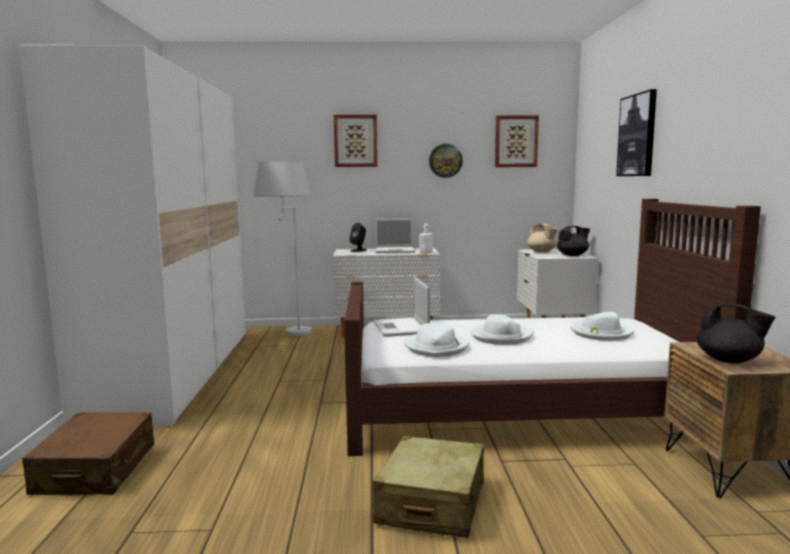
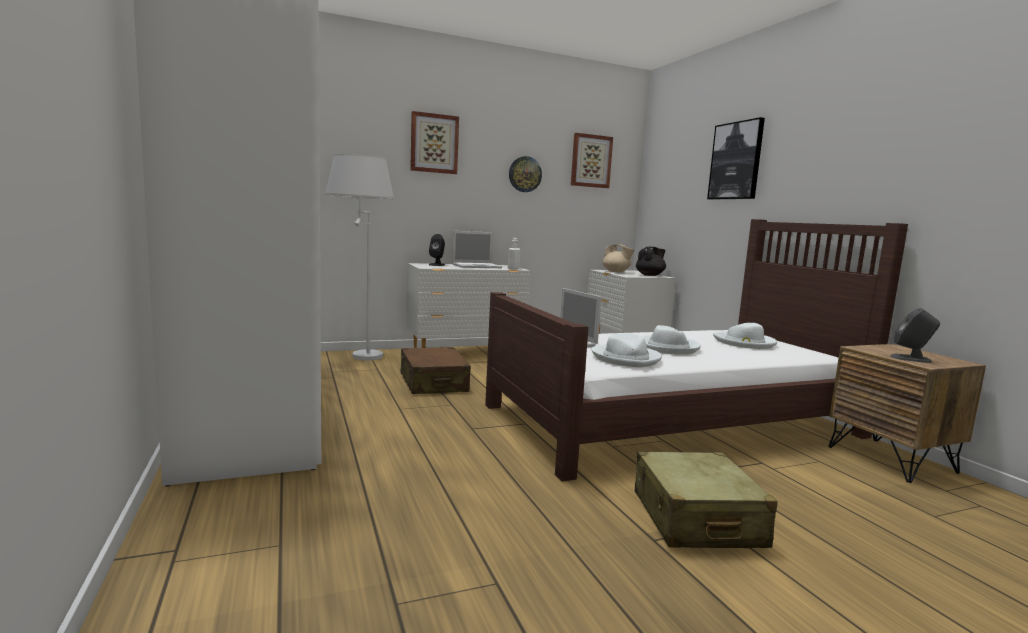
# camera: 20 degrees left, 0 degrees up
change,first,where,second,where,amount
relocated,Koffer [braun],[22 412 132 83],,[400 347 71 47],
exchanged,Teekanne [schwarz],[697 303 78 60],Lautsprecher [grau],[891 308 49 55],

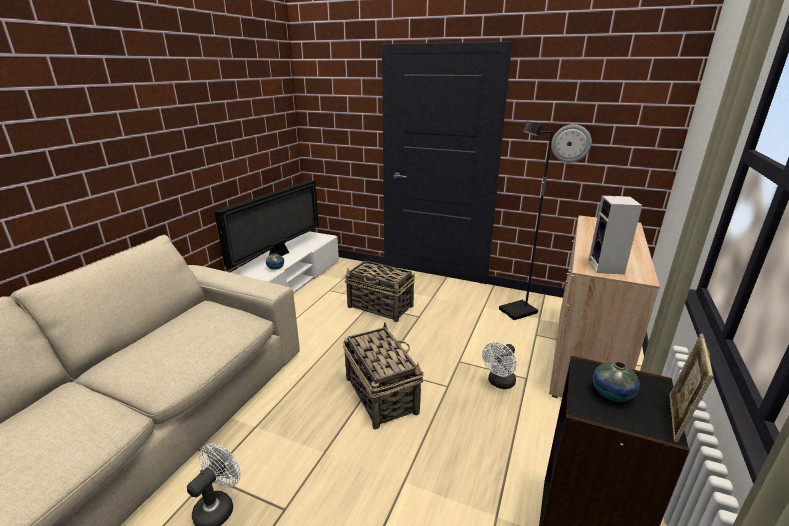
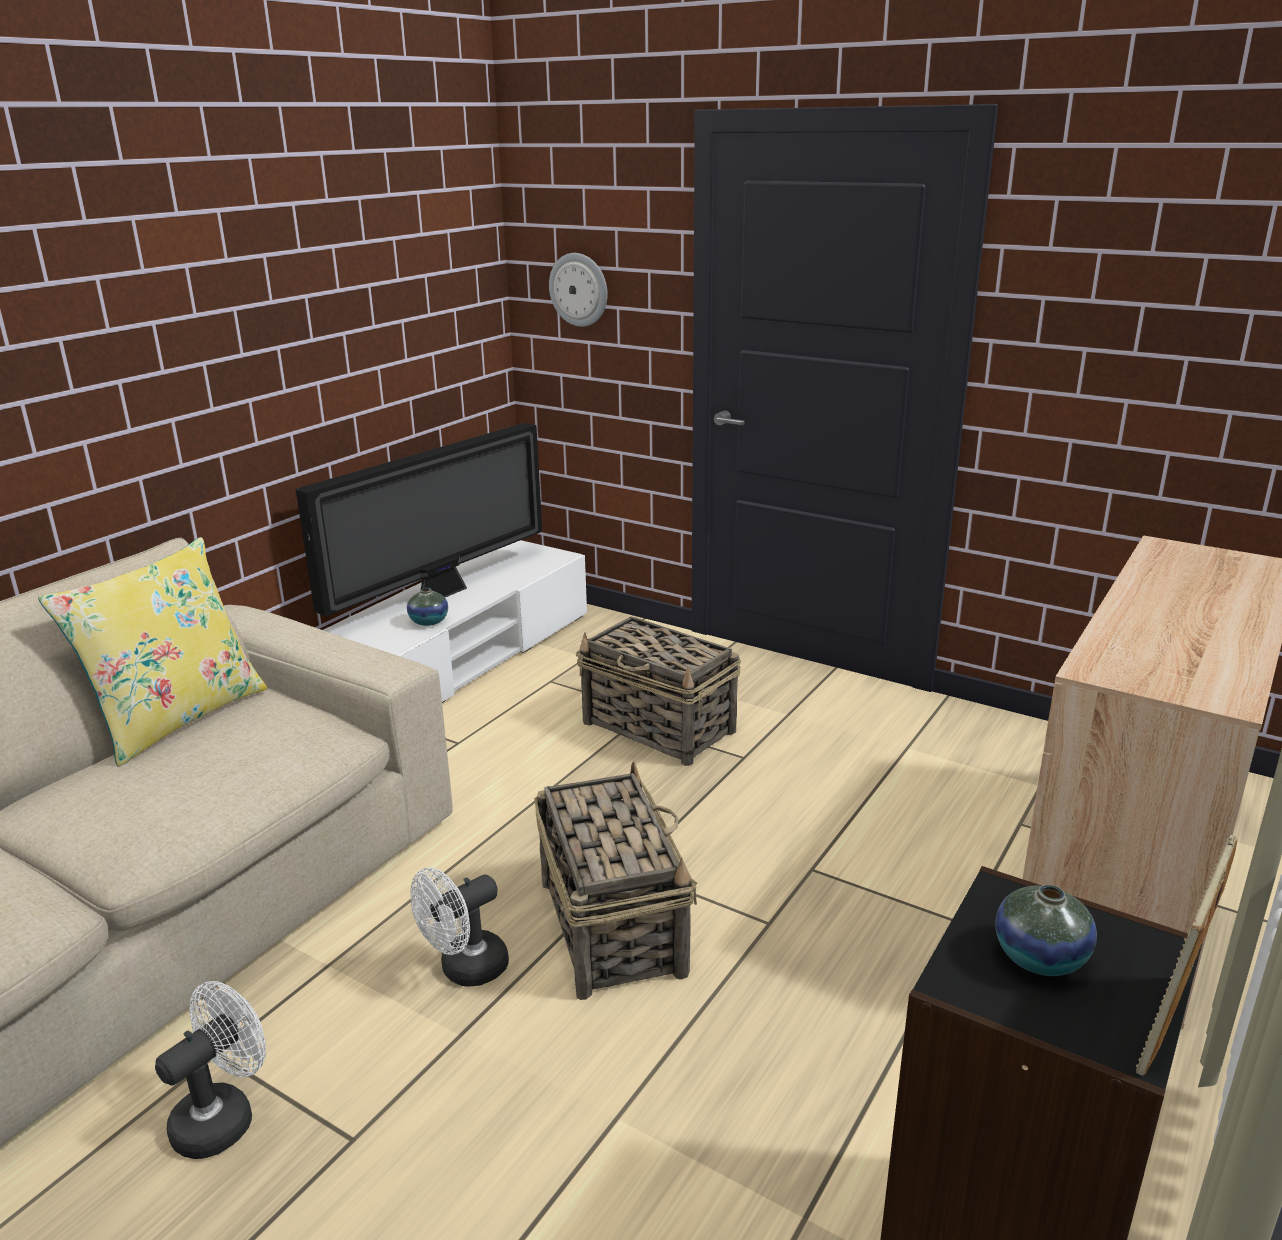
# camera: 10 degrees right, 0 degrees up
change,first,where,second,where,amount
relocated,Ventilator [weiß],[482 342 35 47],,[410 867 99 120],
missing,Stehlampe [schwarz],[499 121 54 199],,,
relocated,Wanduhr,[551 124 41 39],,[549 253 59 74],
missing,Lautsprecher,[588 196 54 78],,,
appeared,,,Kissen [gelb],[38 537 229 230],

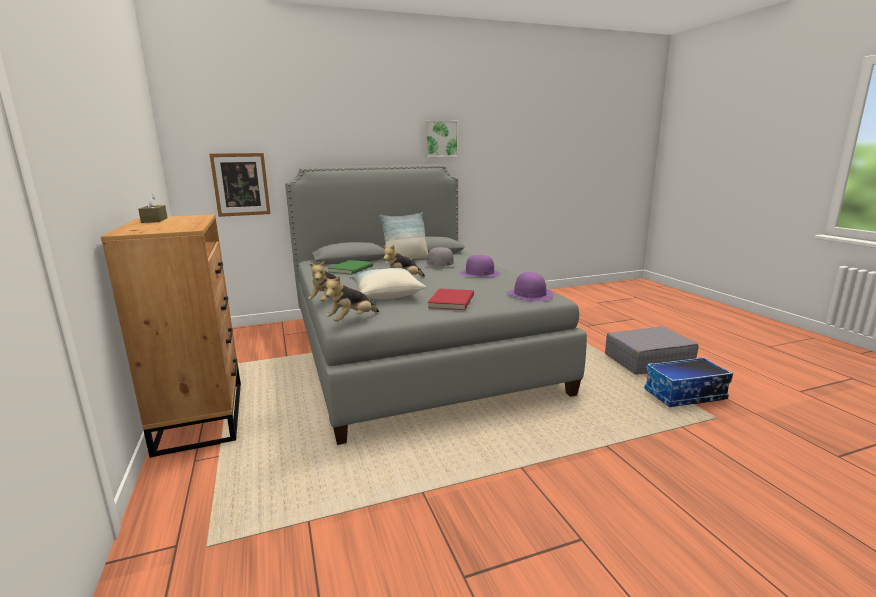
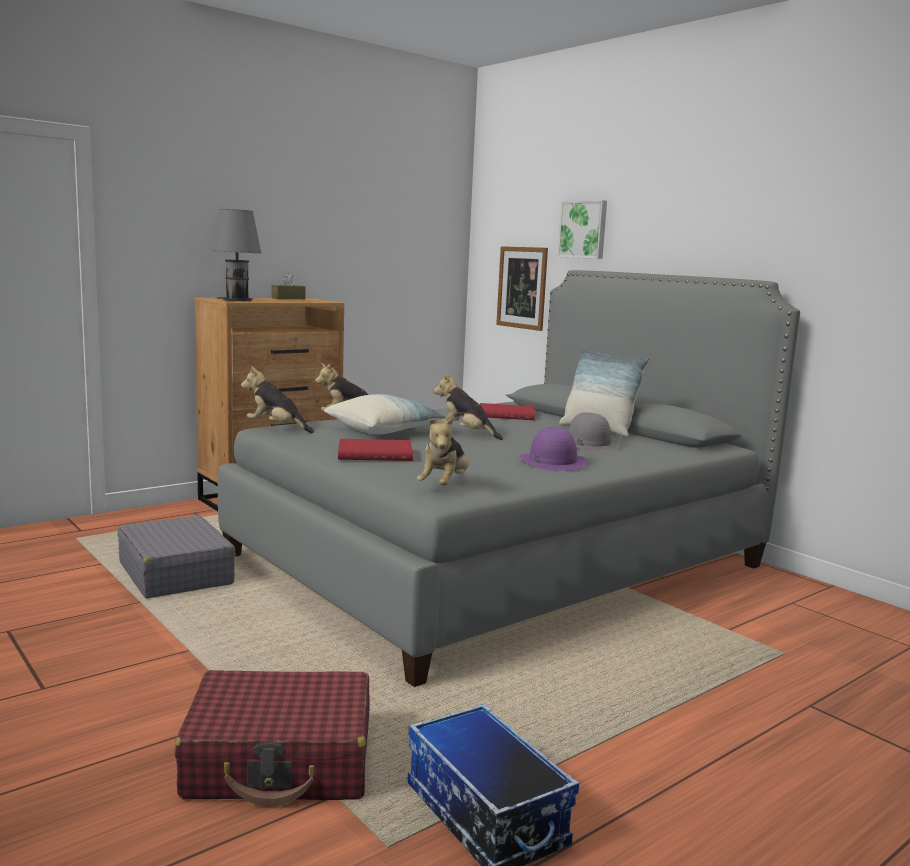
# camera: 70 degrees right, 5 degrees down
change,first,where,second,where,amount
colour,Buch [grün],[328 260 45 15],Buch [rot],[480 403 55 17],
relocated,Bild,[424 120 35 37],,[557 200 50 59],
exchanged,Hut [lila],[507 272 47 30],Plüschtier,[417 416 52 69],
relocated,Koffer [grau],[605 326 94 49],,[118 515 118 83],
appeared,,,Koffer [rot],[174 670 195 137],
appeared,,,Tischlampe [grau],[213 209 48 92],

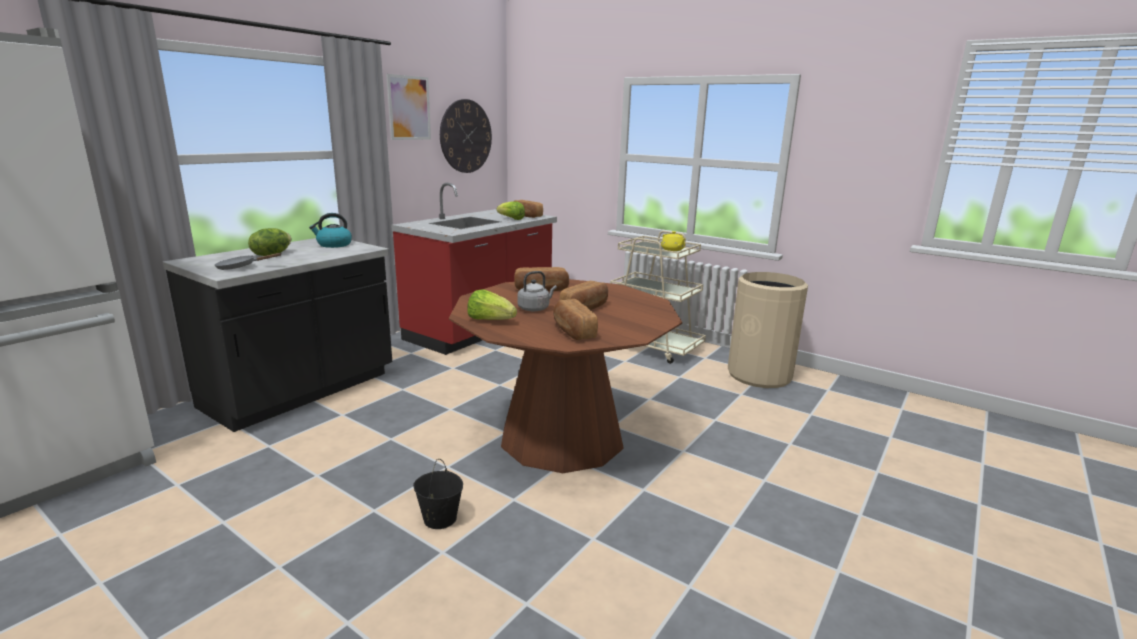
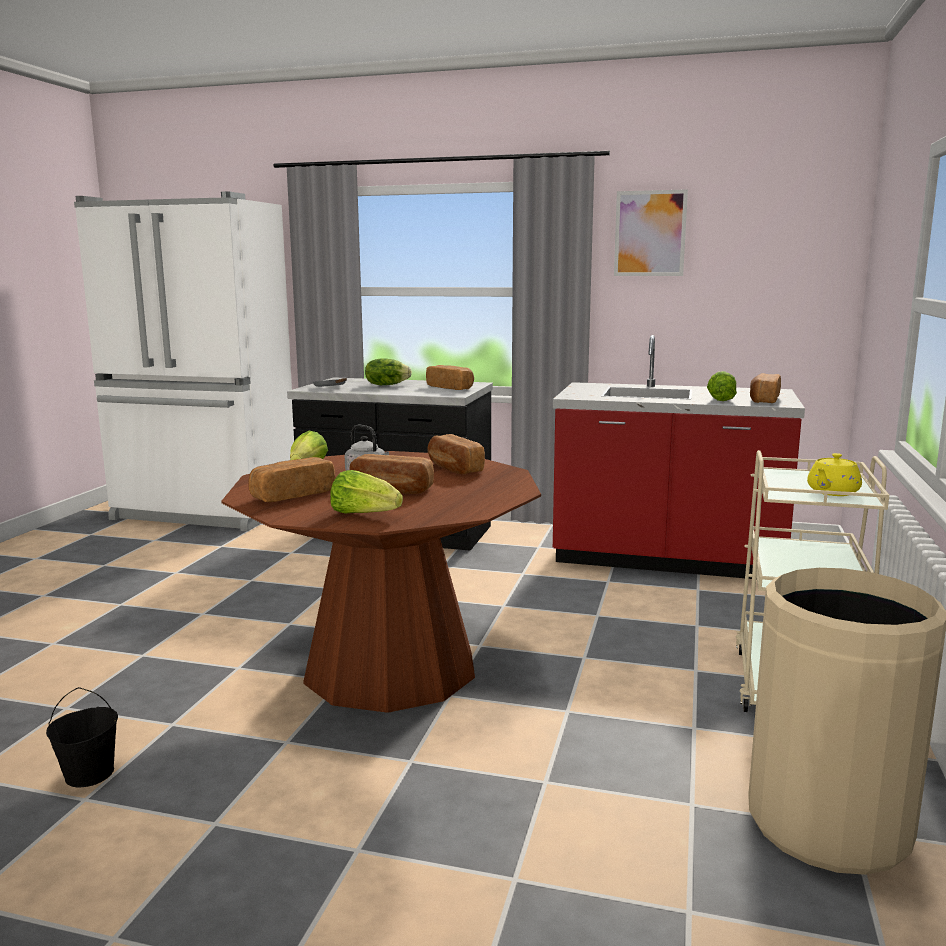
# camera: 70 degrees right, 5 degrees down
change,first,where,second,where,amount
exchanged,Wasserkessel,[309 213 43 35],Brot,[426 365 48 25],
relocated,Eimer [schwarz],[413 459 50 70],,[46 687 72 100],
missing,Wanduhr,[440 99 52 74],,,
appeared,,,Salatkopf,[330 470 73 44],

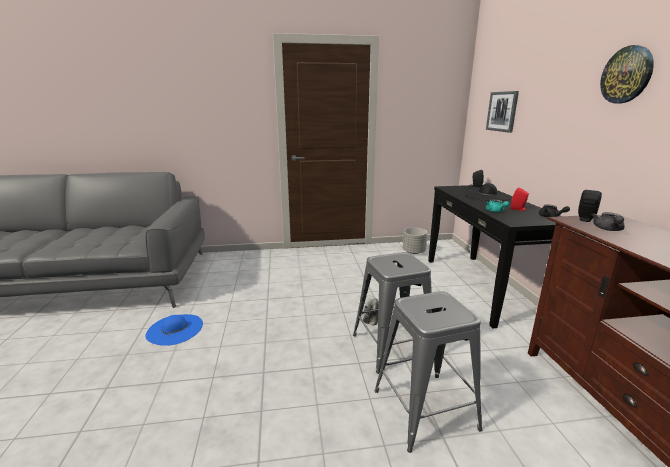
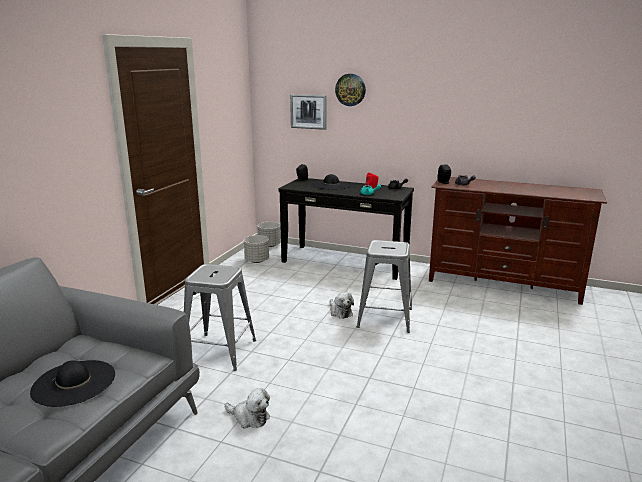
# camera: 60 degrees left, 0 degrees up
change,first,where,second,where,amount
exchanged,Hut [blau],[145 314 58 32],Plüschtier,[225 388 45 41],
relocated,Hocker [grau],[375 291 107 162],,[184 264 72 107],
relocated,Wanduhr,[600 45 54 58],,[335 74 31 32],
appeared,,,Hut [schwarz],[30 360 85 47],
appeared,,,Pflanzkübel [grau],[257 222 24 25],

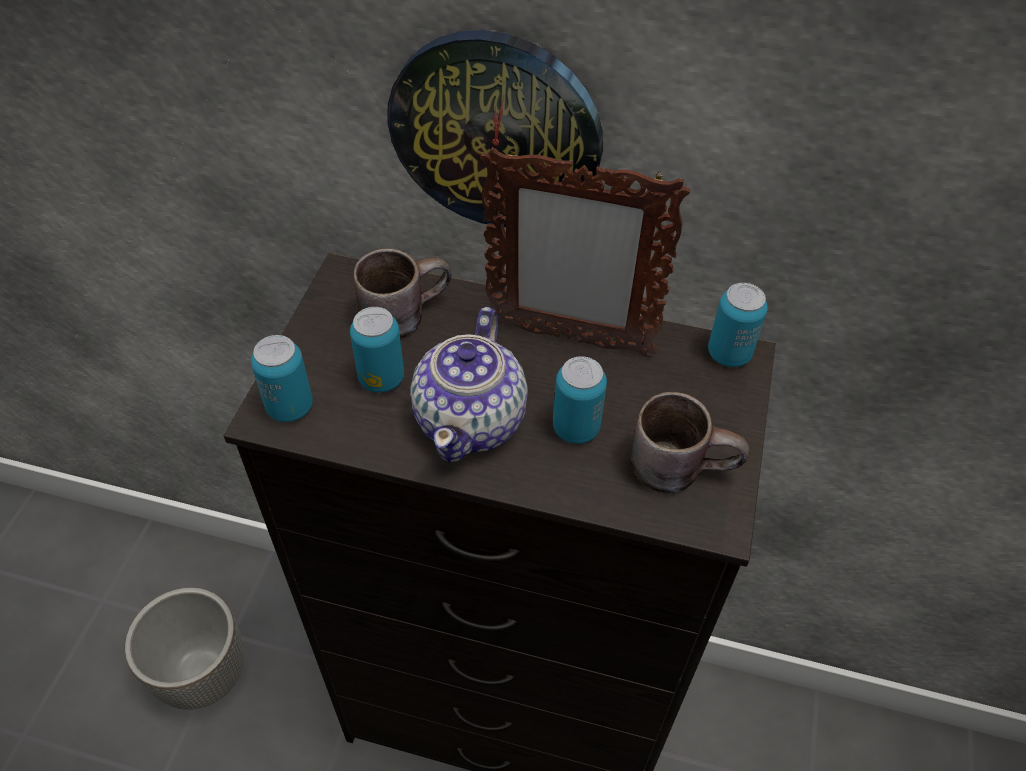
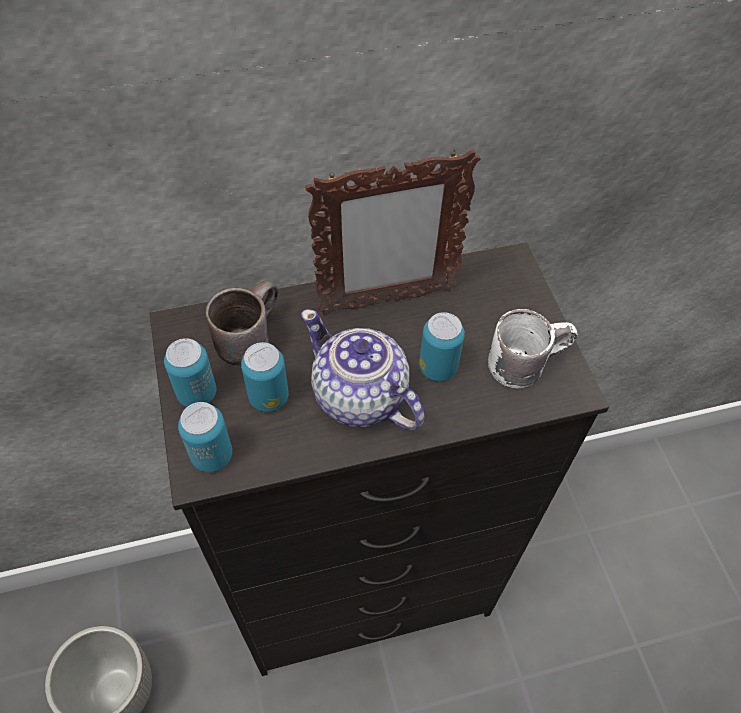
# camera: 30 degrees left, 5 degrees up
change,first,where,second,where,amount
missing,Wanduhr,[387 30 216 197],,,
spun,Teekanne,[410 307 118 155],,[301 309 124 121],150 degrees clockwise
colour,Henkelbecher [braun],[631 392 118 100],Henkelbecher [weiß],[488 309 90 79],
relocated,Dose,[708 283 60 84],,[164 338 52 69],

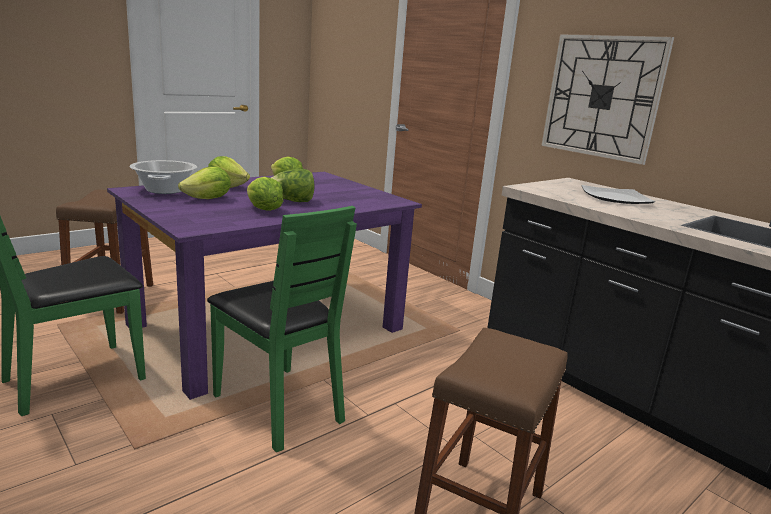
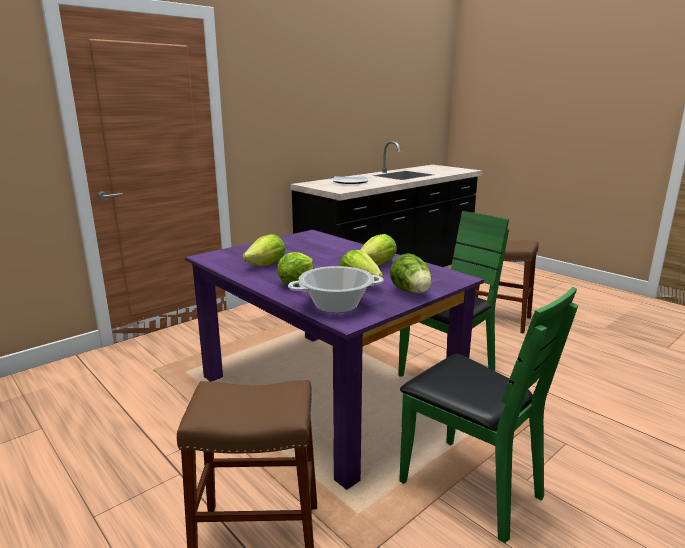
# camera: 90 degrees left, 0 degrees up
change,first,where,second,where,amount
relocated,Salatkopf,[271 169 43 33],,[390 253 41 40],
missing,Wanduhr,[541 34 133 131],,,

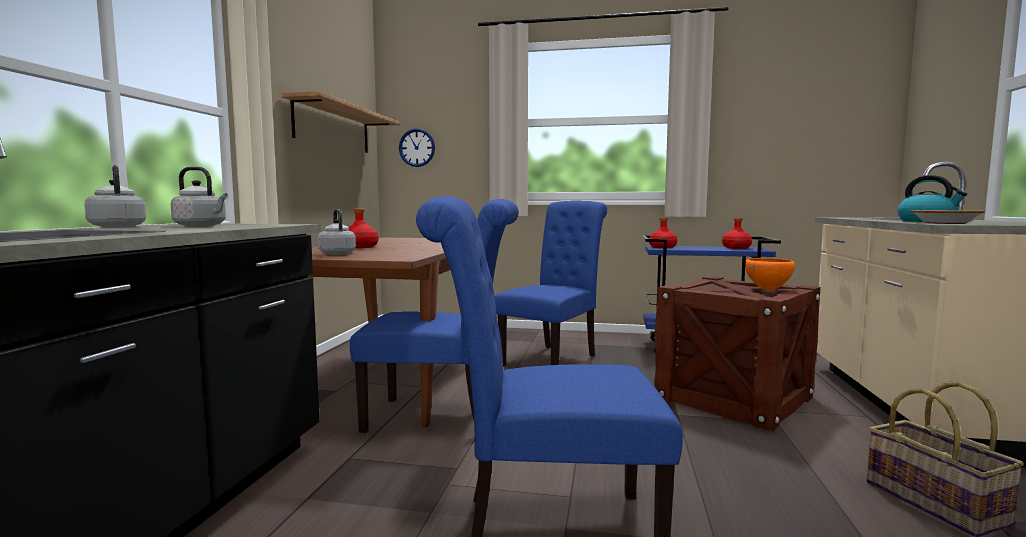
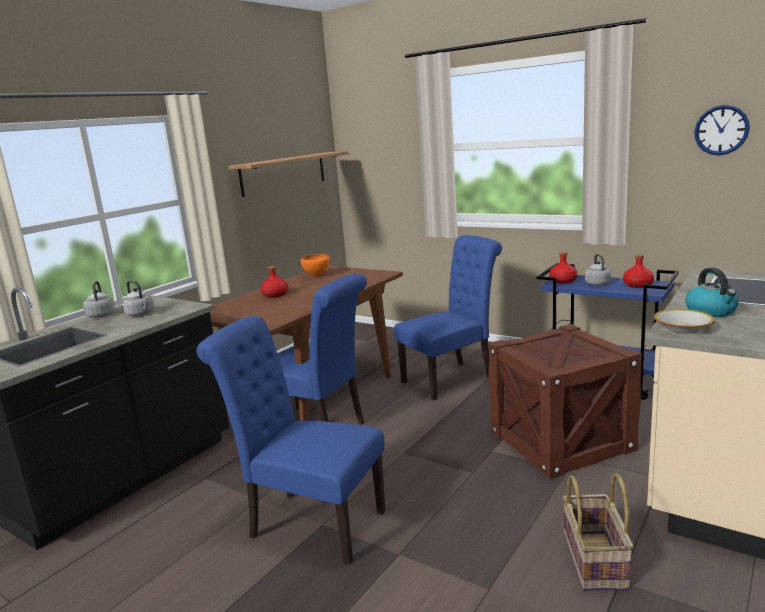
# camera: 25 degrees right, 10 degrees up
change,first,where,second,where,amount
relocated,Wasserkessel [grau],[318 209 38 46],,[585 254 26 32],
relocated,Wanduhr,[399 128 36 39],,[694 105 56 51],
relocated,Schüssel [orange],[745 258 50 32],,[300 254 30 23],

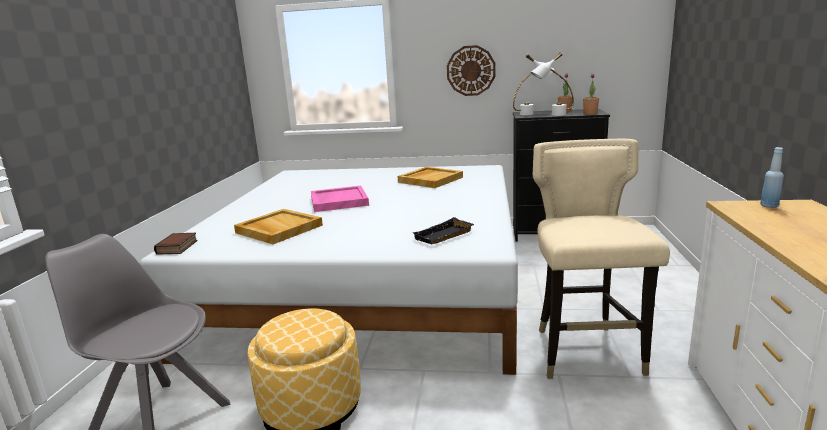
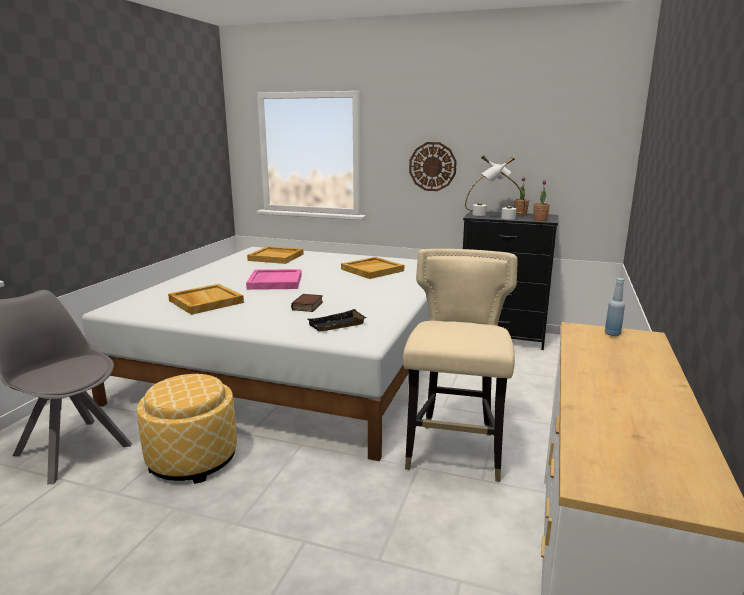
# camera: 10 degrees right, 0 degrees up
change,first,where,second,where,amount
relocated,Buch,[154 233 44 22],,[291 294 32 18],
appeared,,,Tablett [beige],[247 246 56 18],

